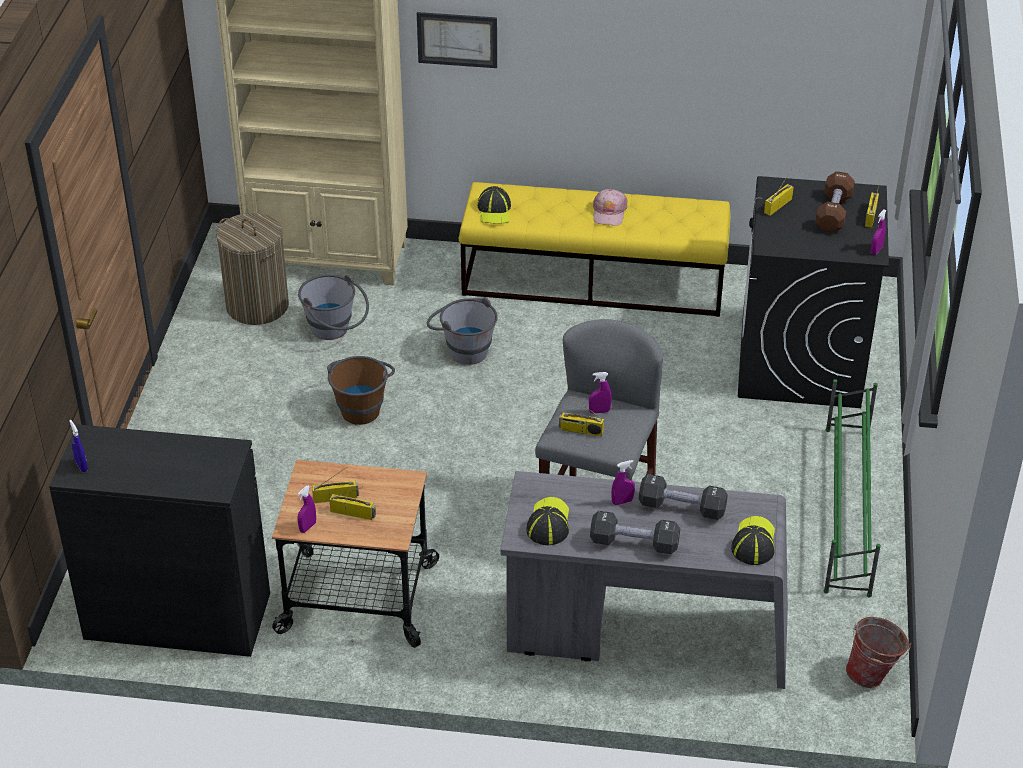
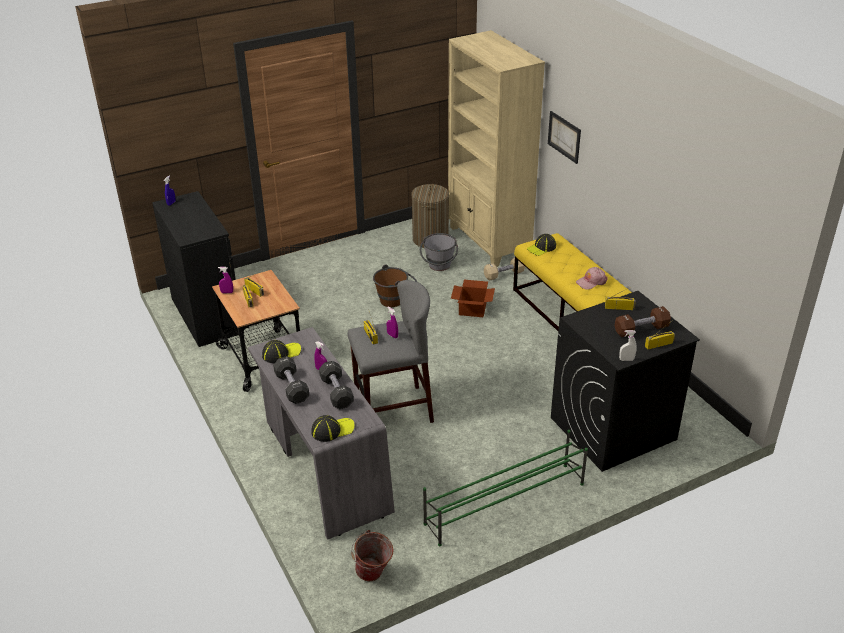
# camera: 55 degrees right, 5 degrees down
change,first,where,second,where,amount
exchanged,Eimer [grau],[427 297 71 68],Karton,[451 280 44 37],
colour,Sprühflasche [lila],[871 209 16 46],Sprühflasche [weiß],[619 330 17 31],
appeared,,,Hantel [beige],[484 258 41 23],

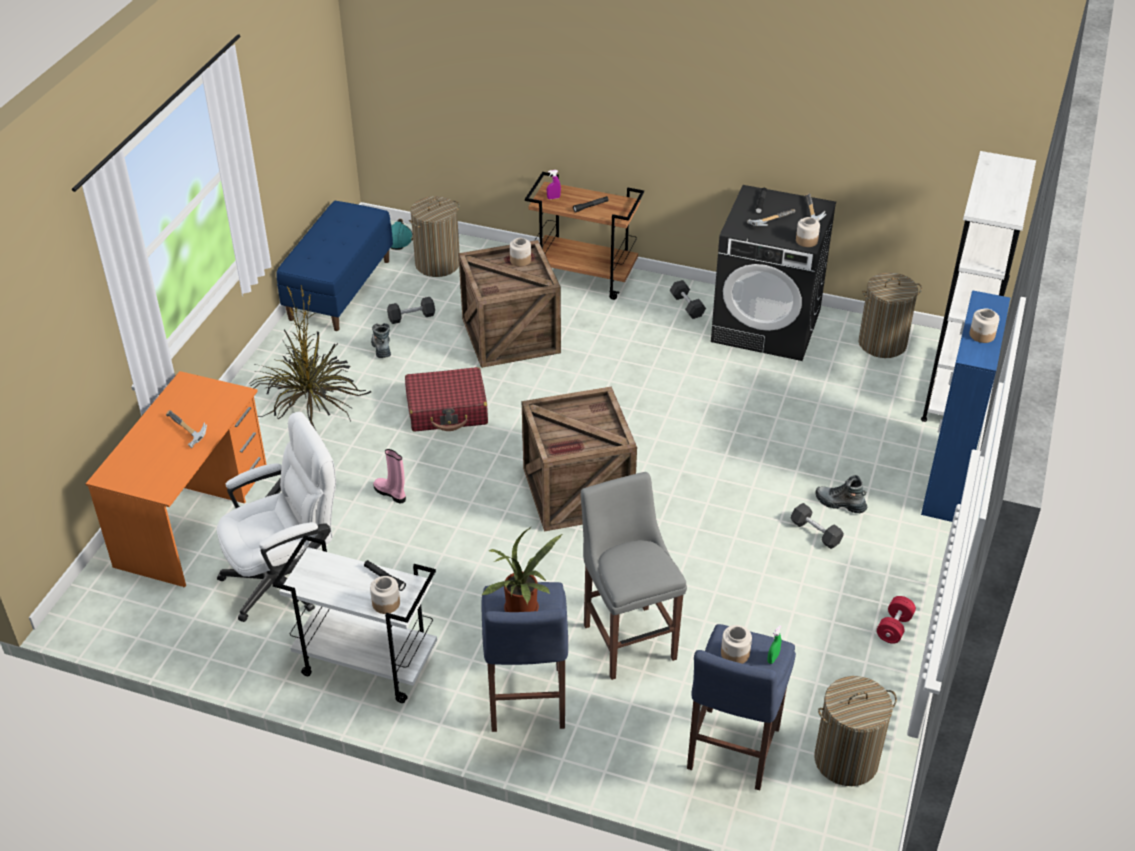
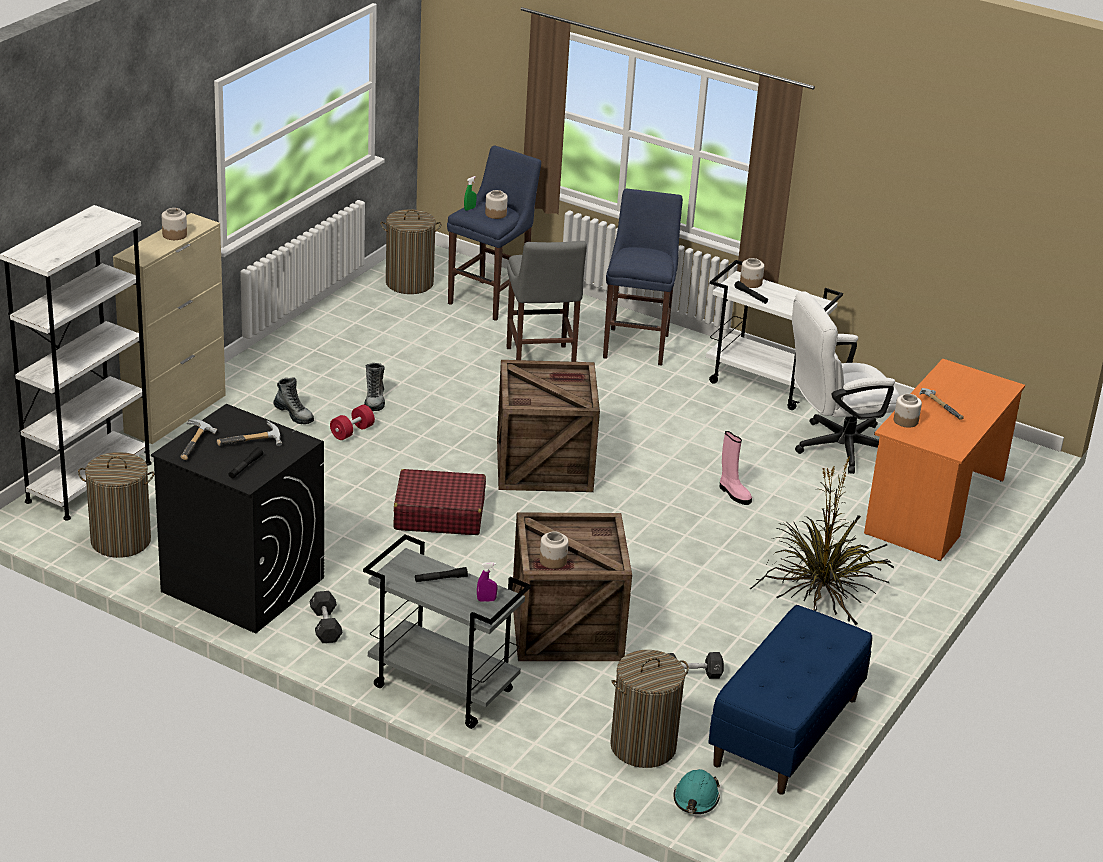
# camera: 170 degrees left, 10 degrees down
change,first,where,second,where,amount
relocated,Stiefel,[371 323 20 35],,[364 363 21 48],
relocated,Koffer [rot],[405 367 83 65],,[393 469 93 66],
missing,Topfpflanze,[481 526 82 86],,,
colour,Rollwagen [braun],[525 172 119 128],Rollwagen [grau],[363 535 168 194],
missing,Hantel [schwarz],[791 503 53 46],,,
relocated,Vorratsglas,[796 217 24 30],,[894 394 28 34],
relocated,Hantel [rot],[876 596 40 48],,[330 405 45 35],
colour,Schrank [blau],[921 290 89 232],Schrank [beige],[113 213 113 231],

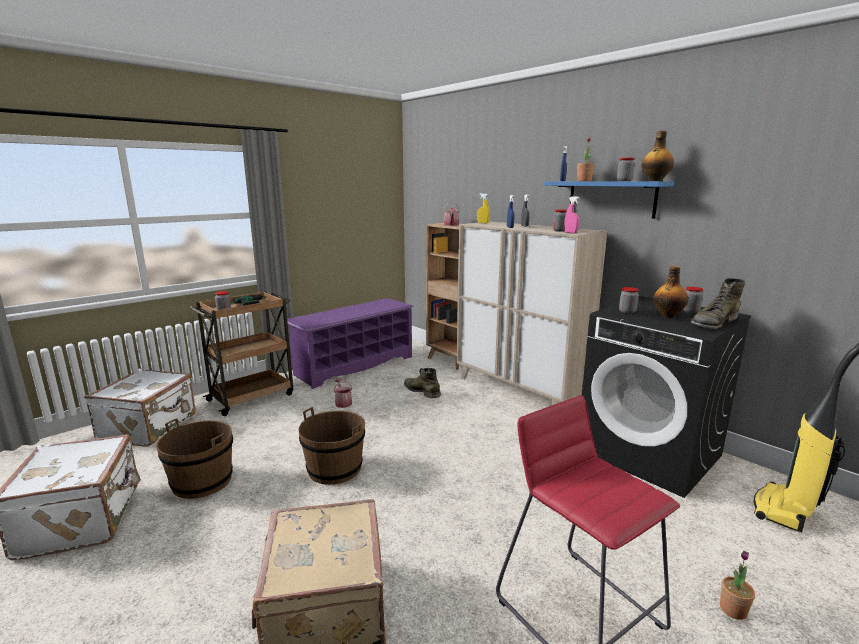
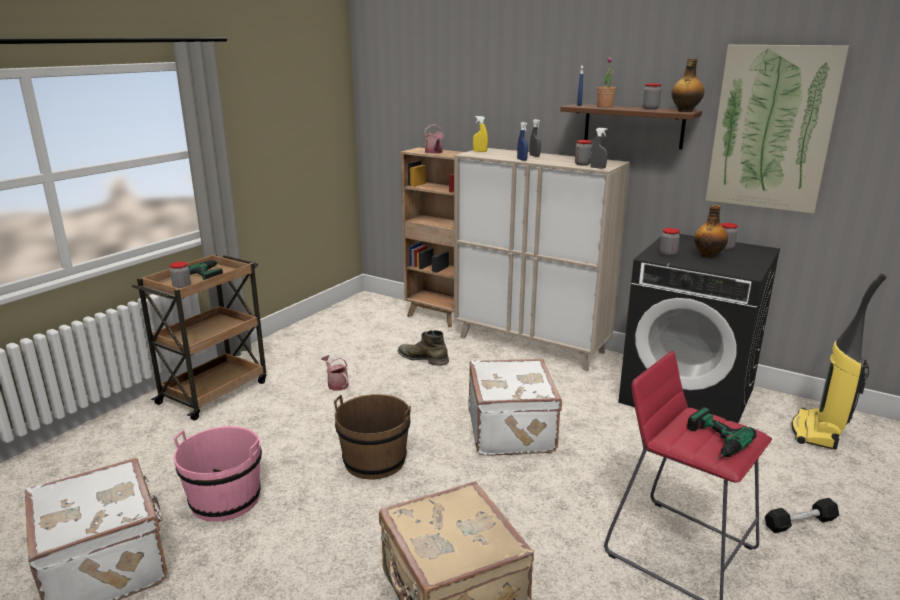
# camera: 15 degrees left, 5 degrees up
change,first,where,second,where,amount
relocated,Koffer [weiß],[84 369 112 78],,[469 359 93 97],
colour,Eimer [braun],[156 418 77 81],Eimer [rosa],[174 426 88 96],
missing,Schuhregal [lila],[283 298 131 91],,,
colour,Wandregal [blau],[544 181 130 38],Wandregal [braun],[560 104 142 45],
colour,Sprühflasche [rosa],[564 197 16 36],Sprühflasche [grau],[590 128 18 41],
missing,Stiefel [grün],[691 278 55 51],,,
exchanged,Topfpflanze,[720 551 35 69],Hantel [schwarz],[765 498 74 35],
appeared,,,Bohrmaschine,[687 407 70 53],
appeared,,,Bild,[705 45 144 169],

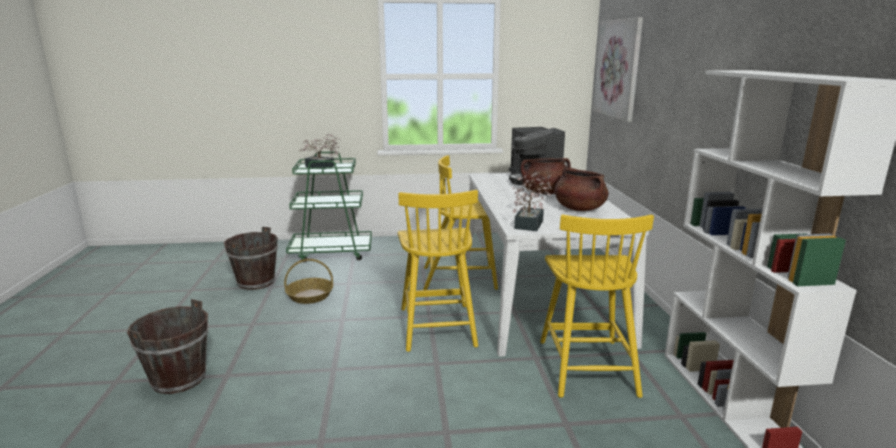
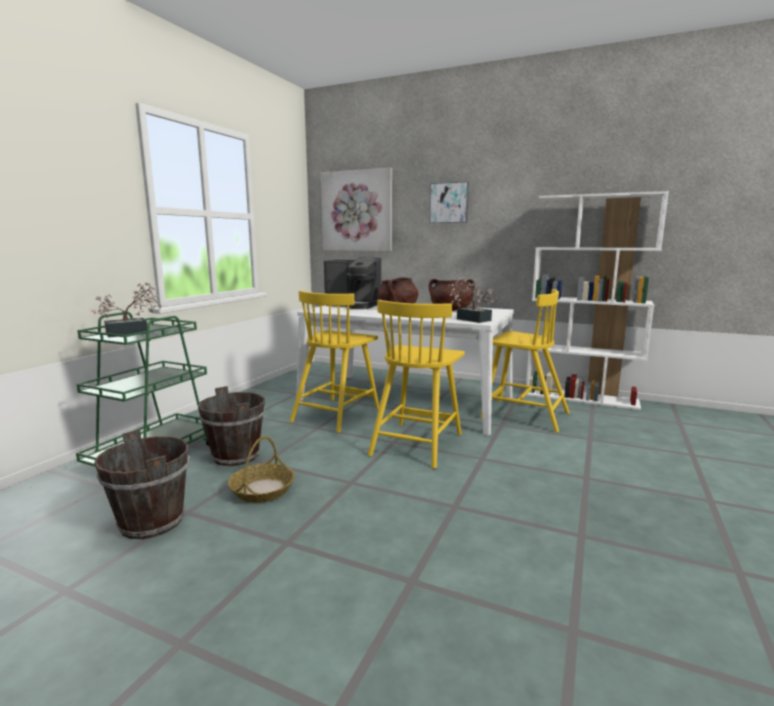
# camera: 60 degrees left, 5 degrees down
change,first,where,second,where,amount
relocated,Eimer [braun],[127 299 82 95],,[198 386 67 80],
spun,Stuhl [gelb],[398 190 80 162],,[368 300 97 169],90 degrees clockwise
appeared,,,Bild,[429 181 40 42],

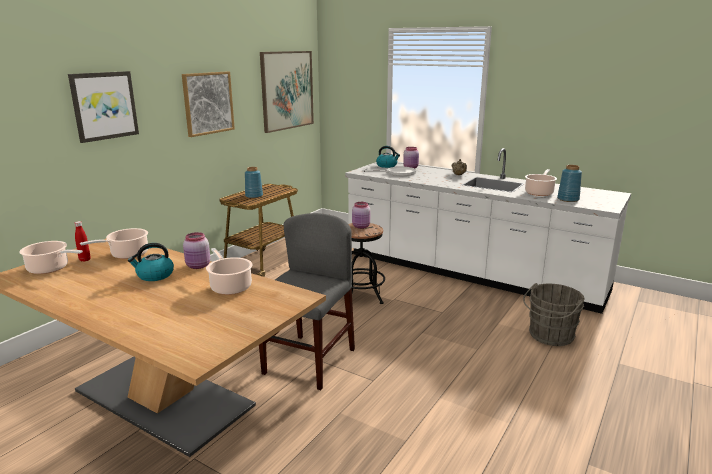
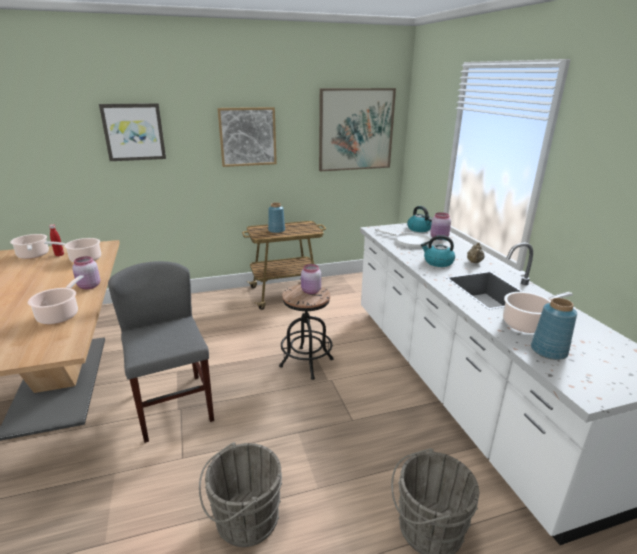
# camera: 40 degrees right, 5 degrees up
change,first,where,second,where,amount
relocated,Wasserkessel,[128 243 46 38],,[421 235 34 32],
spun,Stuhl [grau],[259 213 96 177],,[108 261 106 182],90 degrees counterclockwise
appeared,,,Eimer [grau],[199 442 83 105],

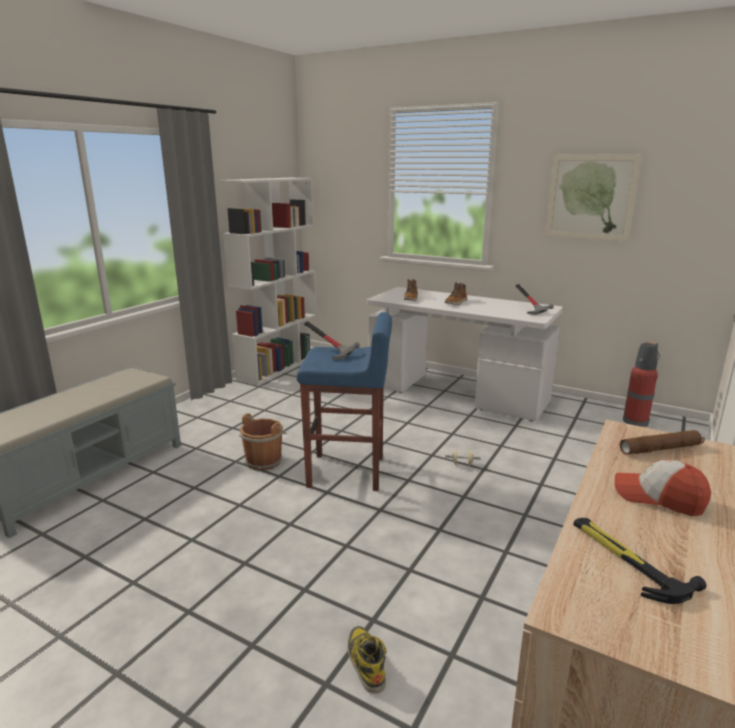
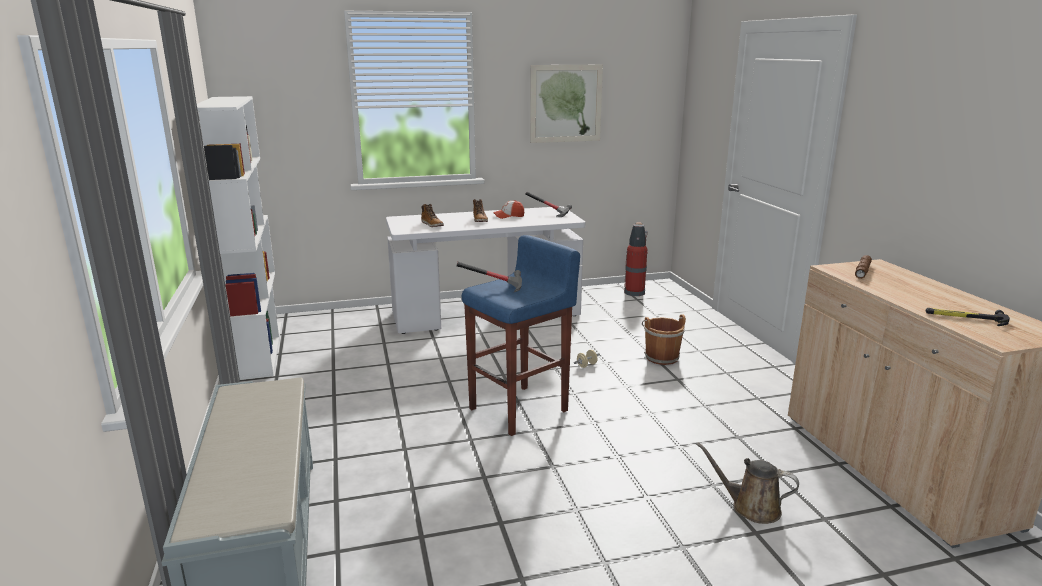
# camera: 45 degrees left, 0 degrees up
change,first,where,second,where,amount
relocated,Eimer [braun],[239 413 48 57],,[642 315 44 50],
exchanged,Stiefel,[347 626 39 67],Gießkanne [braun],[696 442 103 82],
relocated,Kappe,[615 460 96 56],,[493 200 31 19],

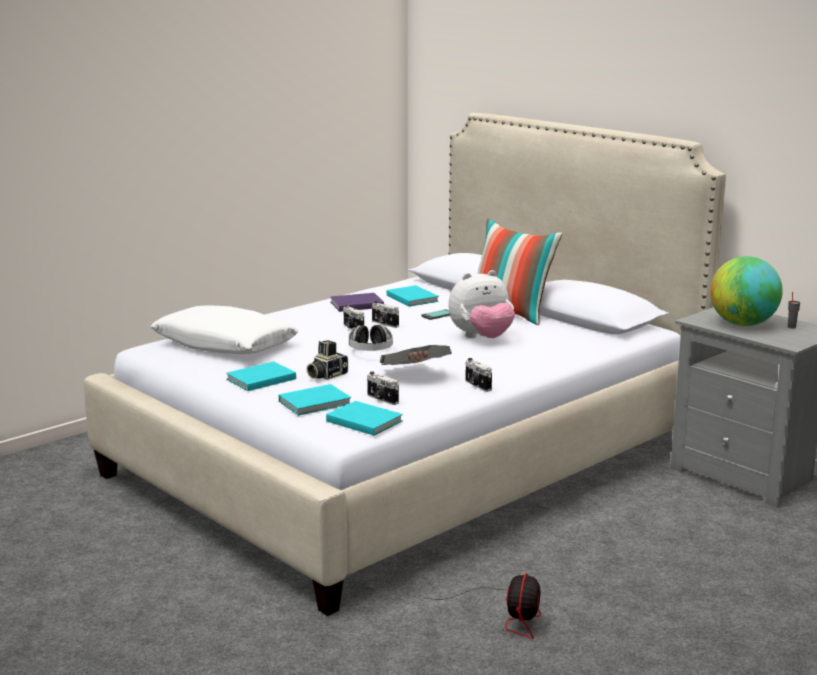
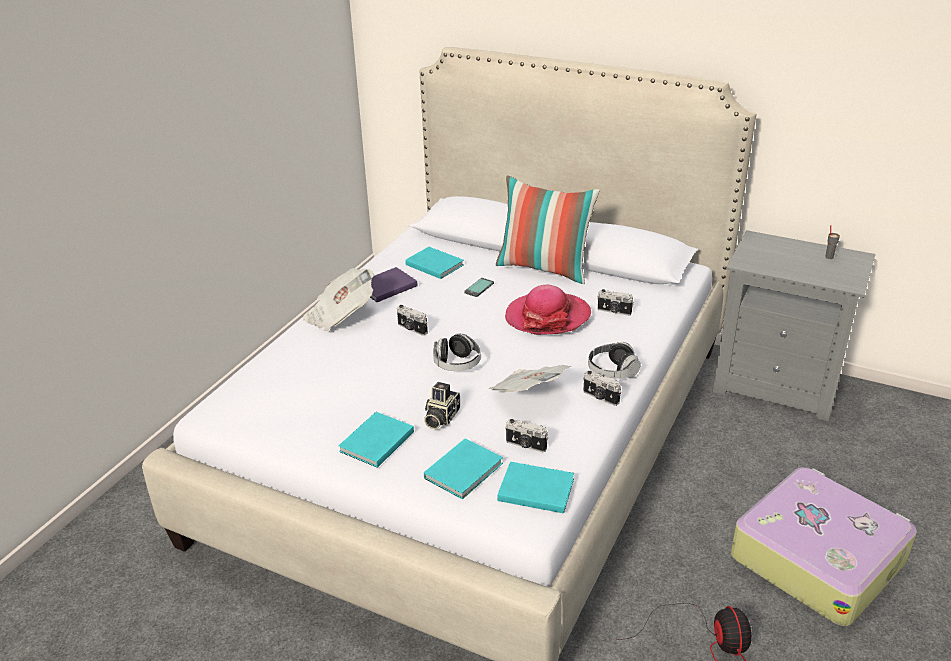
# camera: 20 degrees left, 15 degrees up
change,first,where,second,where,amount
missing,Kissen [weiß],[151 305 147 49],,,
relocated,Kamera,[372 301 27 27],,[597 289 37 27],
exchanged,Plüschtier,[449 270 66 68],Hut,[505 285 86 50],
missing,Globus,[710 256 73 70],,,
appeared,,,Zeitung,[303 268 71 63],
appeared,,,Kopfhörer,[588 342 53 36],
appeared,,,Koffer,[731 467 186 159],

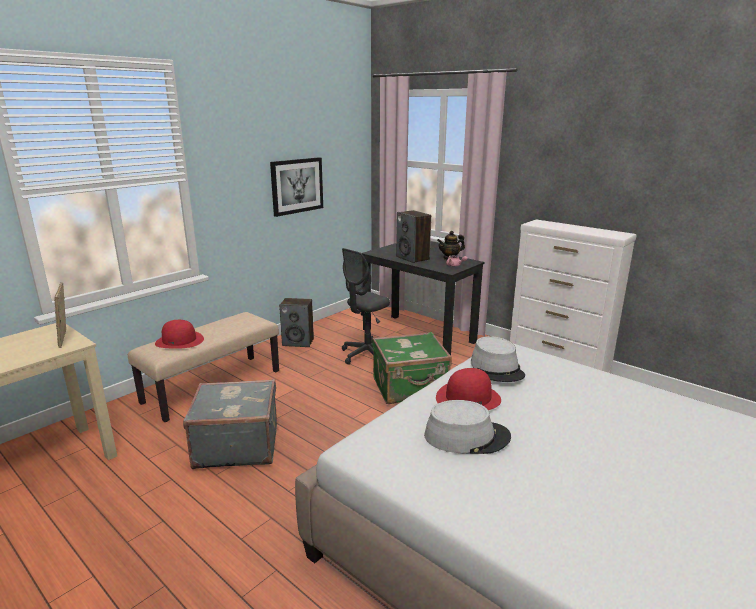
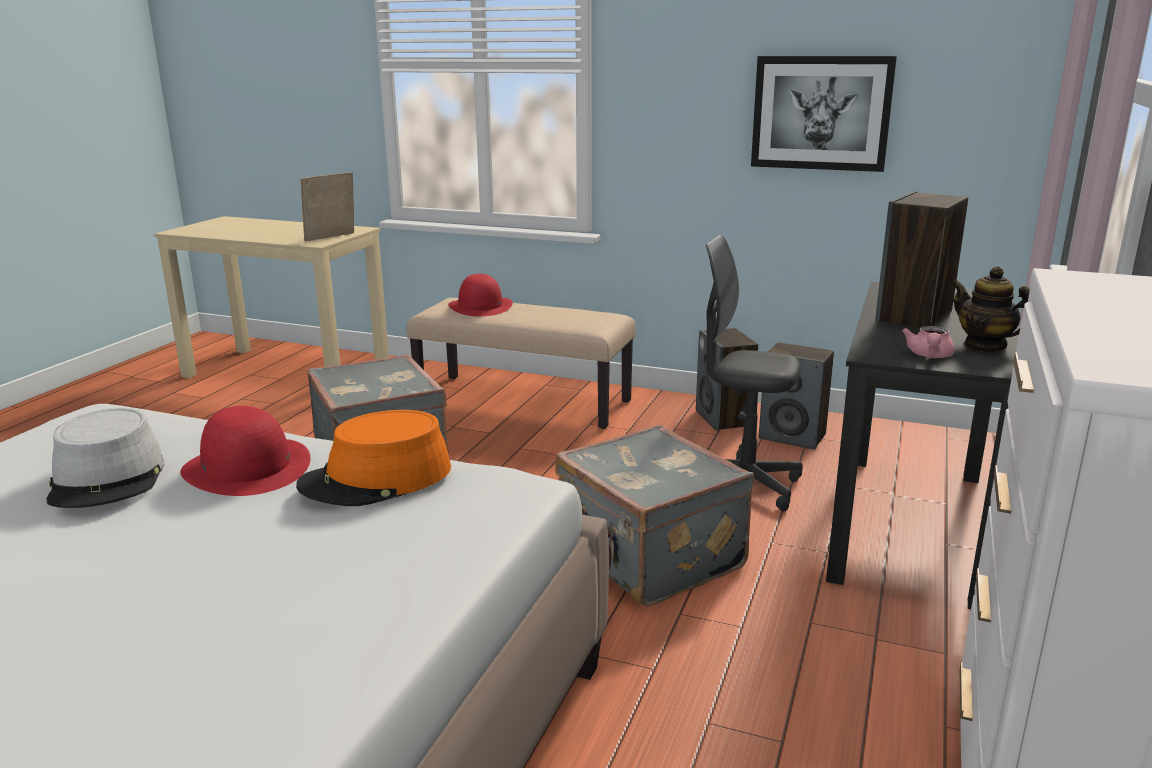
# camera: 70 degrees right, 0 degrees up
change,first,where,second,where,amount
colour,Koffer [grün],[372 332 80 72],Koffer [grau],[555 425 199 181],
colour,Hut [grau],[471 336 54 46],Hut [orange],[296 410 155 96],
appeared,,,Lautsprecher,[759 342 75 108],

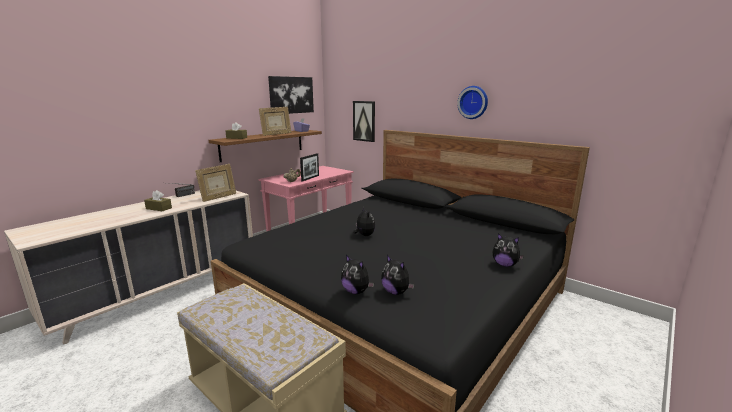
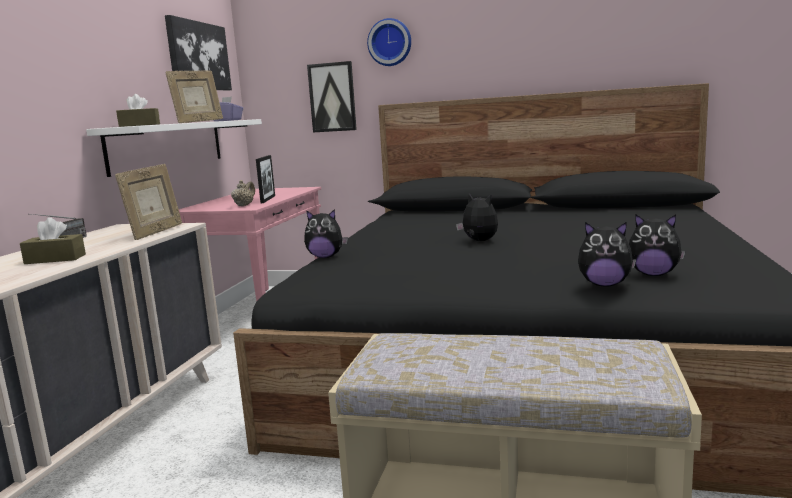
# camera: 25 degrees left, 5 degrees down
change,first,where,second,where,amount
colour,Wandregal [braun],[209 130 113 32],Wandregal [weiß],[86 119 176 58],
relocated,Wanduhr,[457 86 31 33],,[367 18 44 48],
relocated,Plüschtier,[493 233 31 34],,[304 209 44 49],

